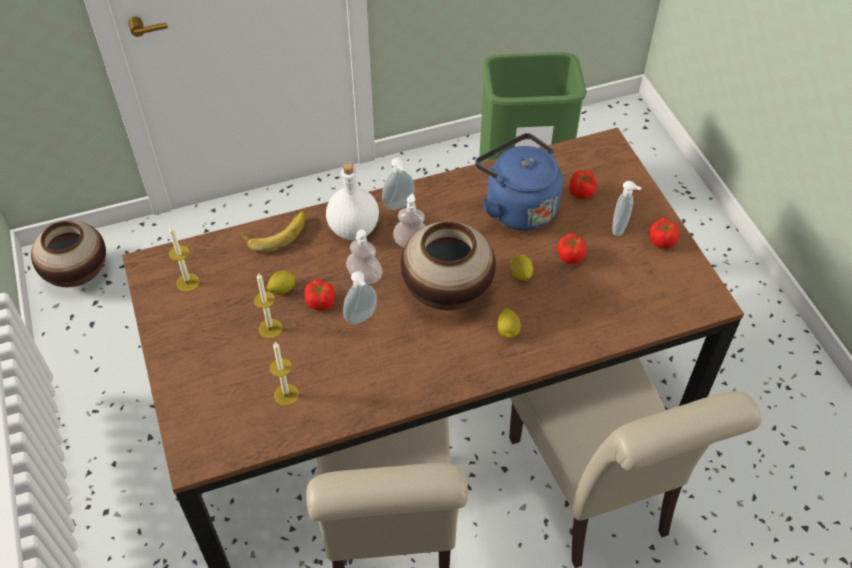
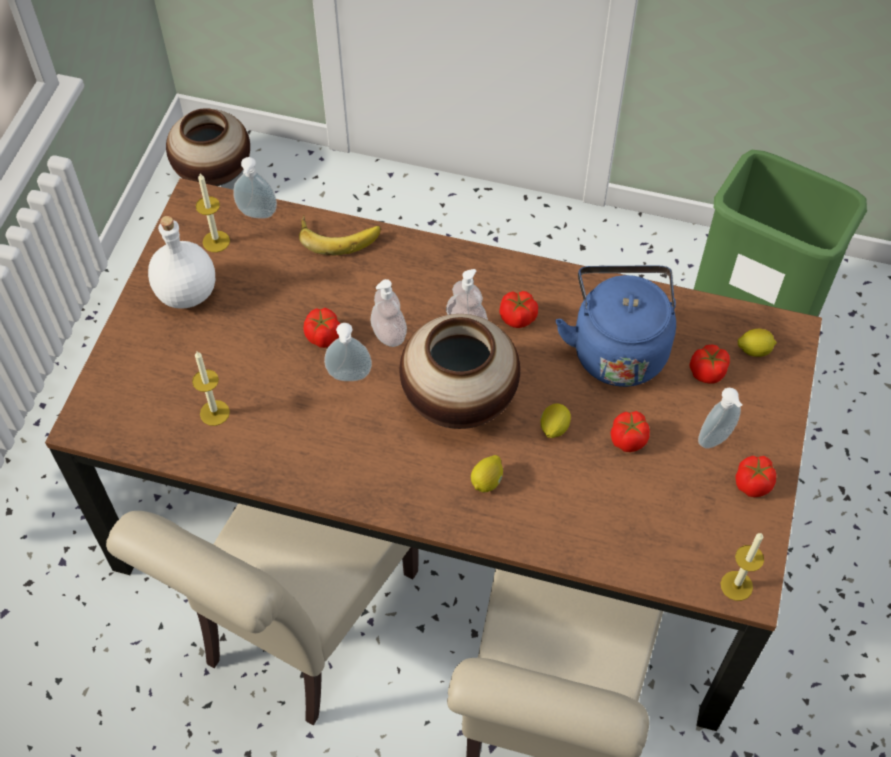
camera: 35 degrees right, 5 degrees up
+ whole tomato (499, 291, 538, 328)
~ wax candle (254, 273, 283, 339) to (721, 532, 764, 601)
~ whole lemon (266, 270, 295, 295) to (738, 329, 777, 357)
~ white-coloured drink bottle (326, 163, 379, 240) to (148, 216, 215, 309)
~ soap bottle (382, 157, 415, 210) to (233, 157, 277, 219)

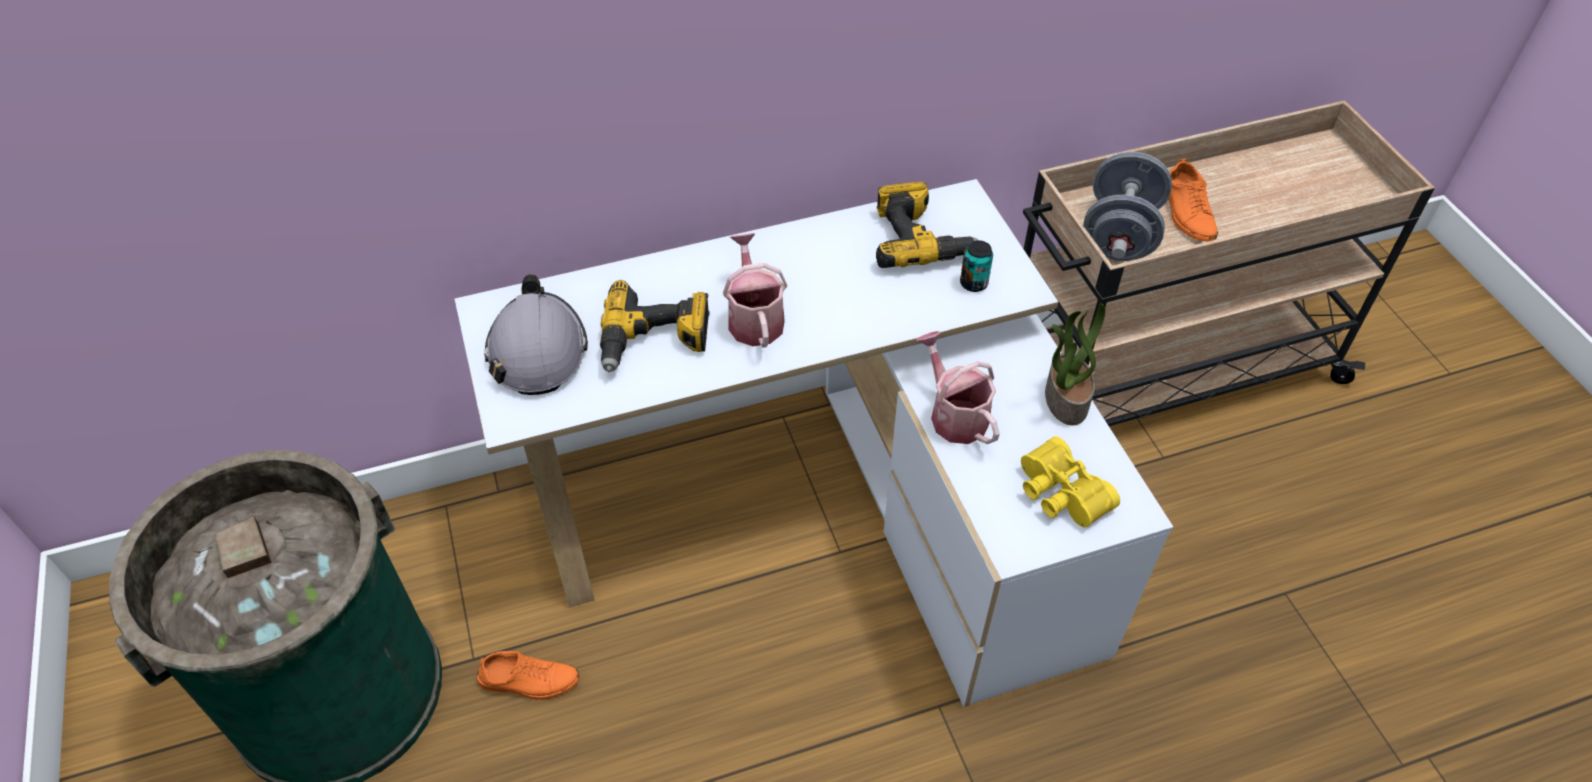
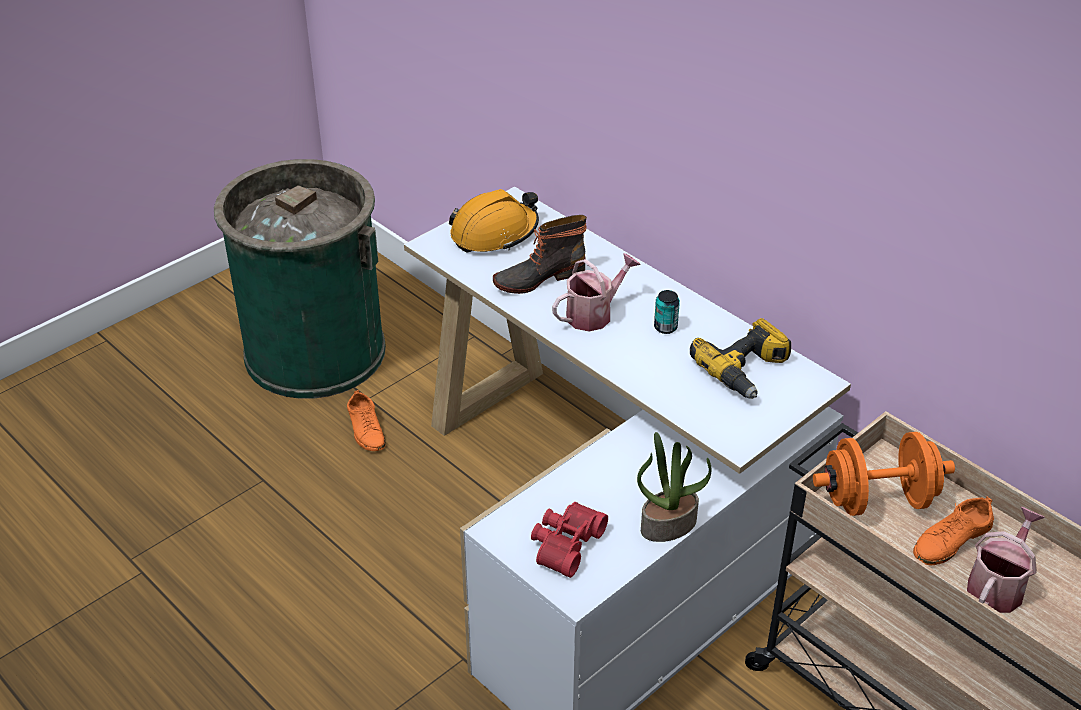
camera: 65 degrees right, 10 degrees down
~ watering pot (916, 331, 1000, 444) to (967, 507, 1045, 613)
~ metal can (960, 240, 993, 292) to (654, 290, 680, 334)
~ drill (600, 280, 710, 372) to high-top boot (493, 215, 587, 294)
~ grey hard hat (484, 274, 588, 395) to orangey hard hat (449, 189, 539, 253)
~ yellow-coloured binoculars (1021, 436, 1120, 528) to red binoculars (531, 502, 608, 578)
~ grey free weight (1083, 152, 1172, 261) to orangey free weight (813, 432, 955, 516)

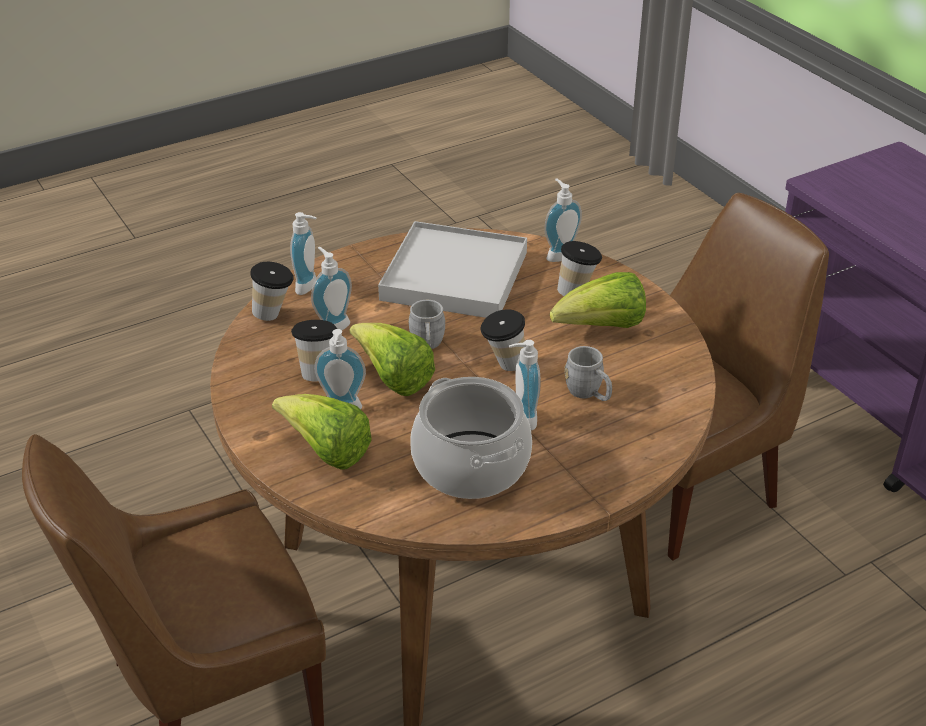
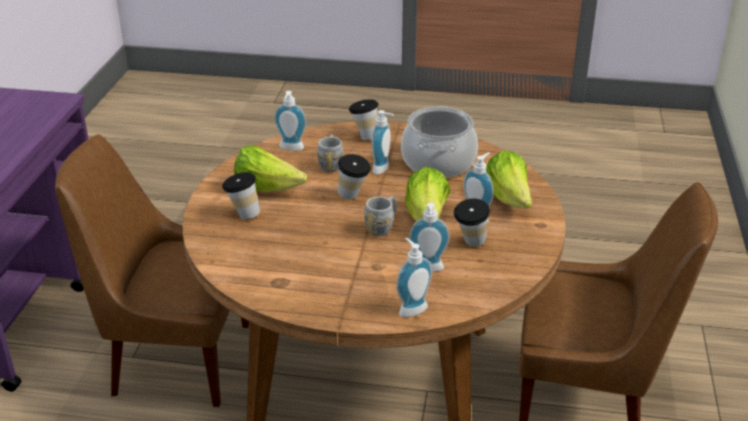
camera: 140 degrees left, 5 degrees down
- white-coloured serving tray (378, 221, 527, 318)
~ cup (250, 262, 294, 321) to (349, 99, 378, 140)
~ soap bottle (544, 178, 582, 262) to (274, 91, 306, 151)

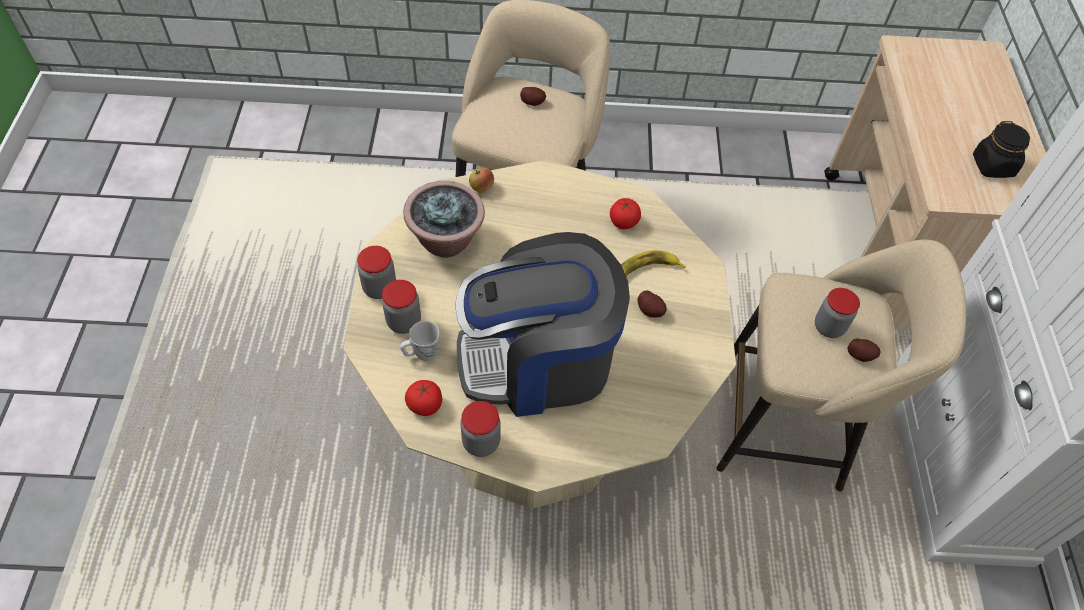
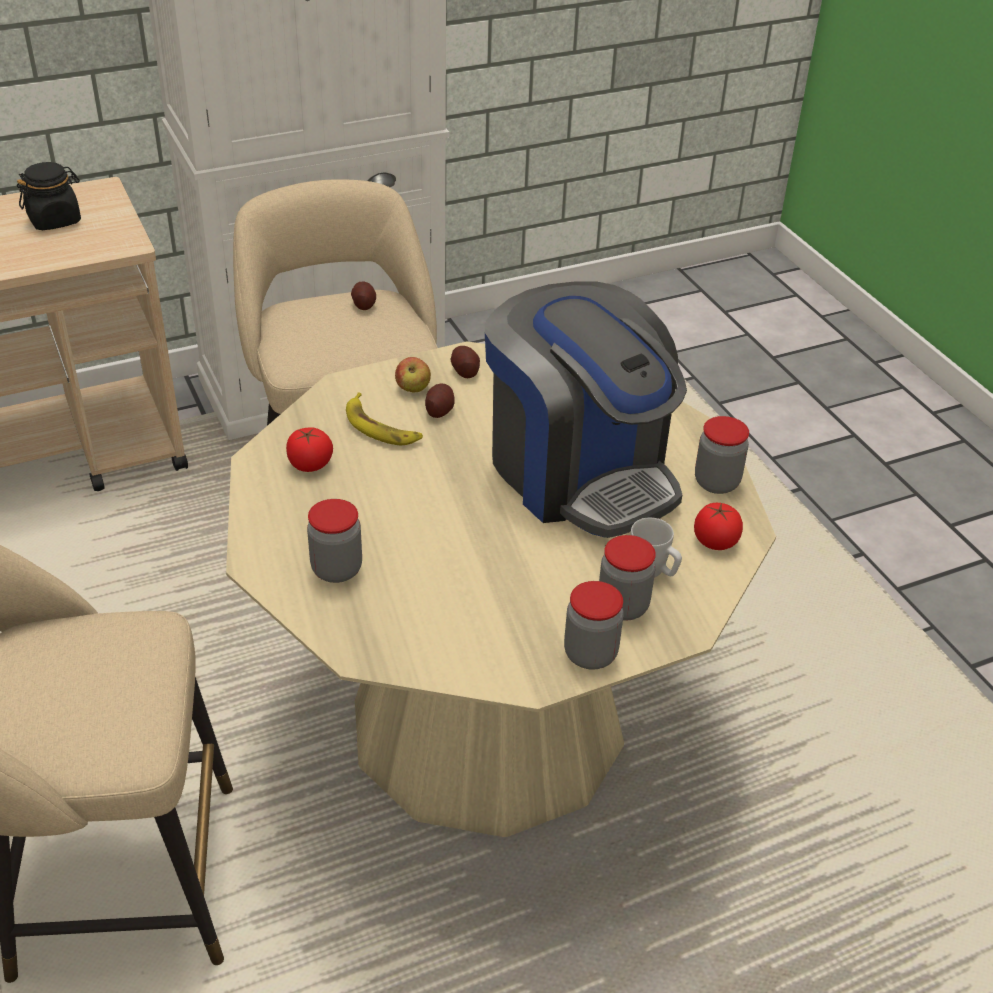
camera: 115 degrees left, 15 degrees down
- plant in a pot (403, 181, 485, 258)
~ whole apple (469, 167, 494, 193) to (395, 357, 431, 392)
~ whole potato (520, 87, 546, 106) to (450, 346, 480, 378)
~ storage jar (815, 288, 860, 338) to (307, 499, 362, 583)

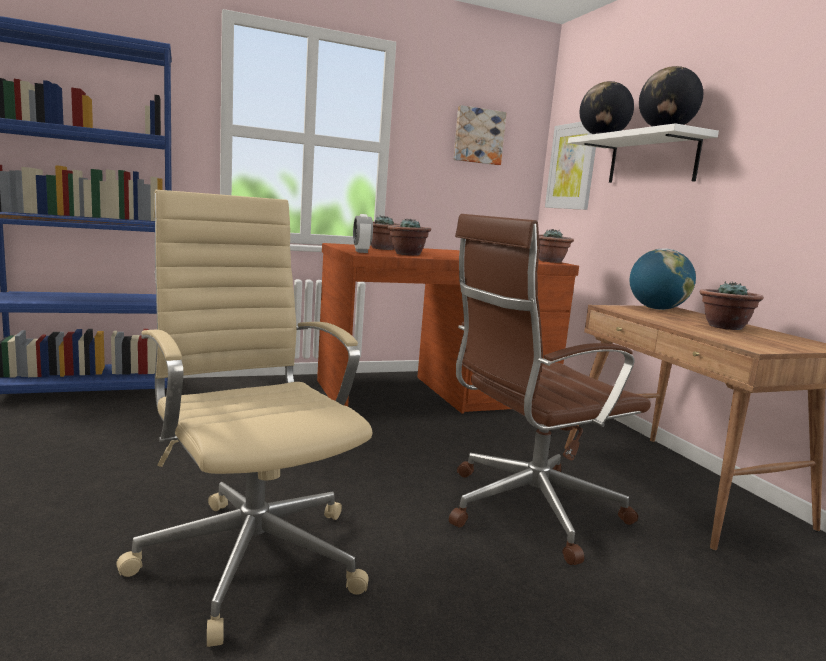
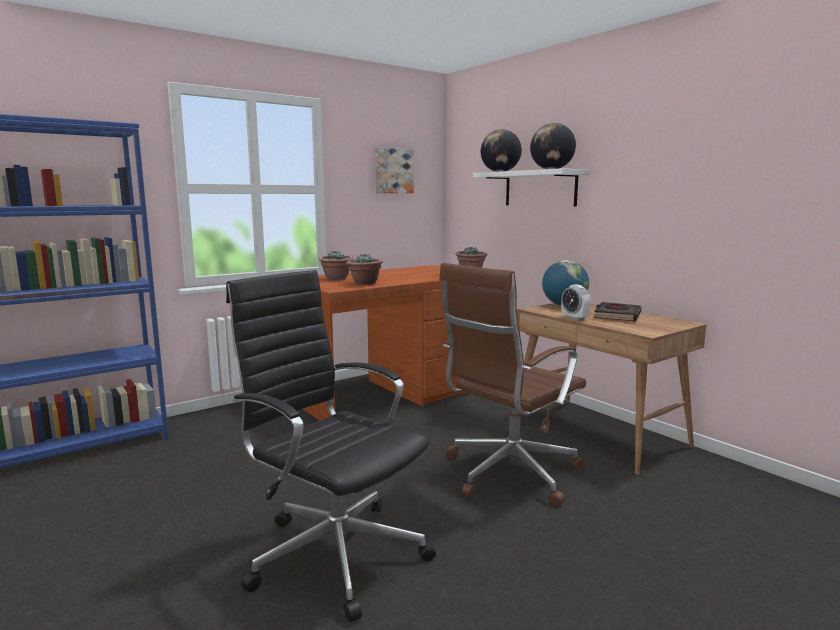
camera: 15 degrees left, 0 degrees up
- wall picture (545, 122, 596, 210)
~ table clock (353, 214, 373, 253) to (561, 284, 591, 321)
~ plant in a pot (700, 281, 764, 330) to black-coloured book (594, 302, 642, 322)
~ sand-coloured computer chair (116, 190, 372, 647) to black-coloured computer chair (226, 270, 436, 622)

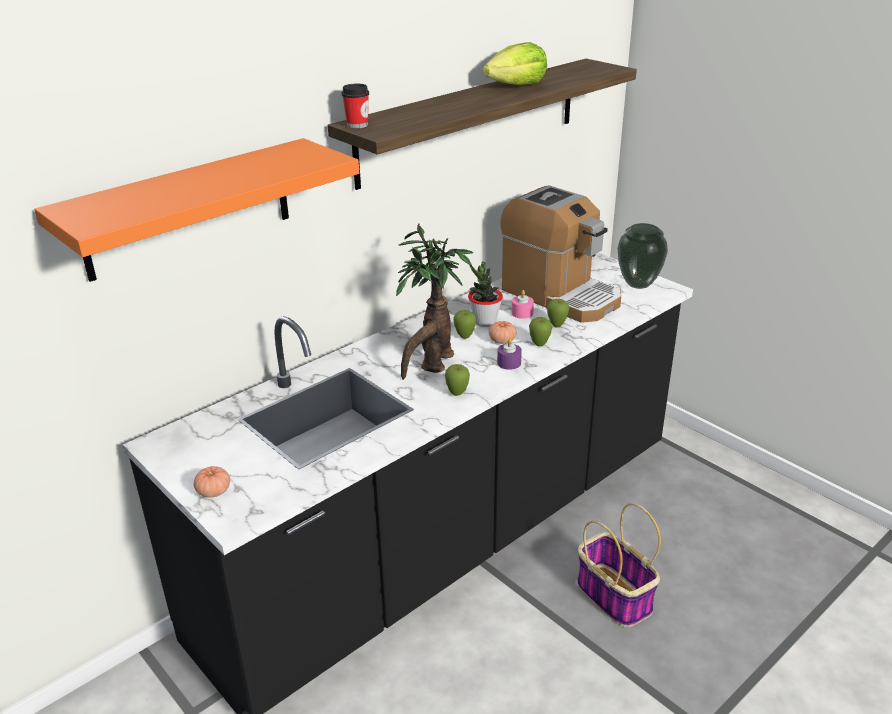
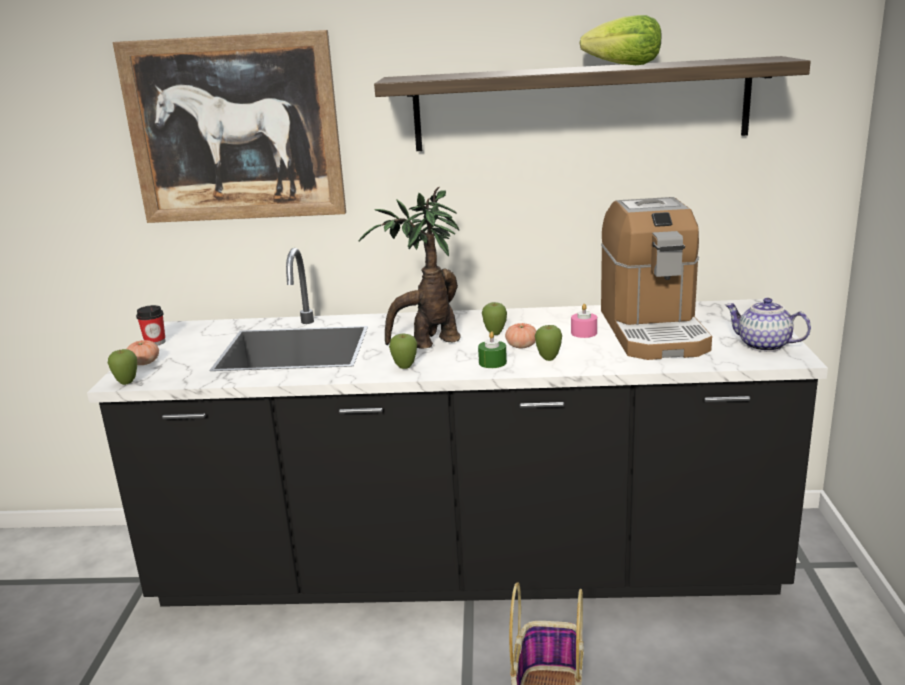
camera: 45 degrees right, 10 degrees down
- plant in a pot (468, 262, 503, 327)
~ cup (342, 84, 369, 128) to (136, 305, 166, 346)
~ whole apple (547, 299, 569, 327) to (108, 349, 137, 385)
~ orangey shelf (34, 138, 359, 282) to wall picture (113, 30, 346, 223)
~ vase (617, 223, 668, 289) to teapot (725, 298, 811, 352)
~ purplish wax candle (497, 338, 522, 370) to green wax candle (478, 332, 507, 368)

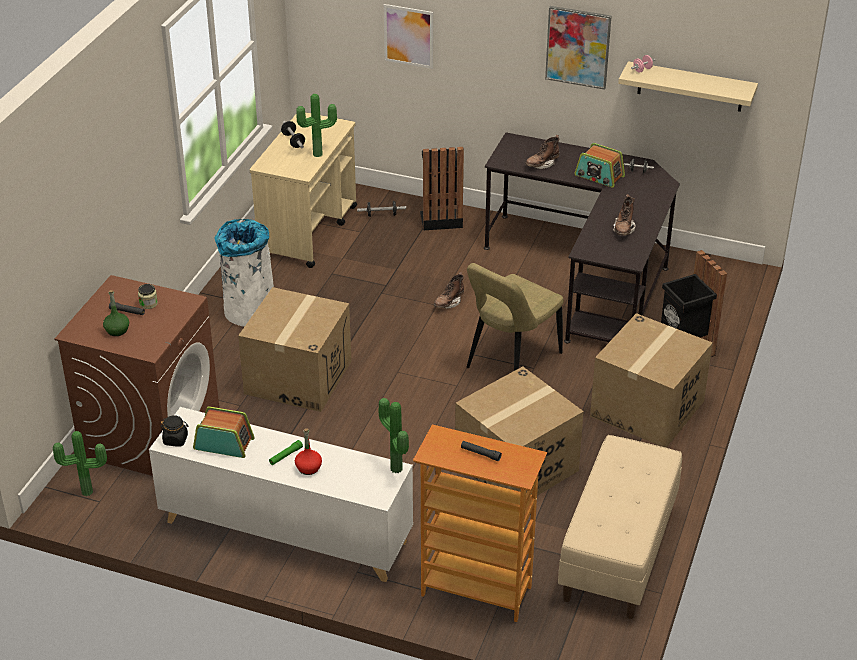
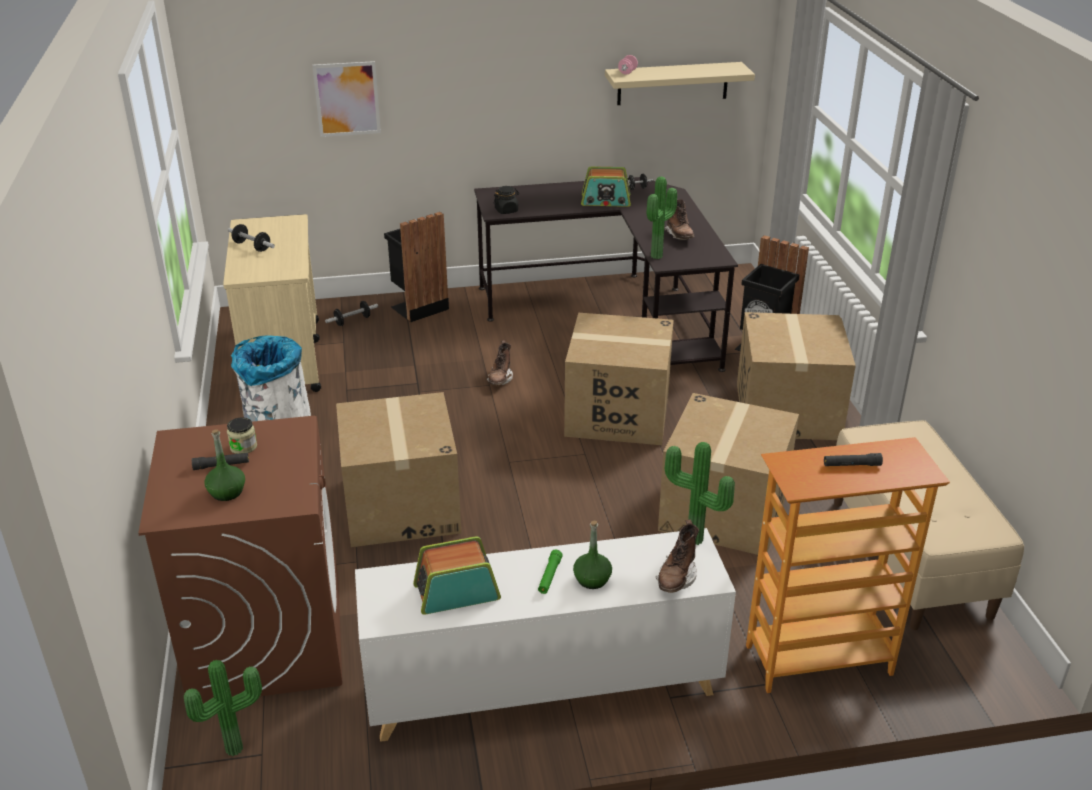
camera: 30 degrees left, 5 degrees down
- wall picture (545, 6, 612, 90)
~ black-coloured storage jar (160, 415, 189, 447) to (494, 186, 519, 214)
~ plant in a pot (296, 94, 337, 157) to (647, 176, 677, 259)
~ brown high-top boot (525, 135, 559, 169) to (656, 519, 699, 593)
~ sand-coloured upright chair (466, 263, 564, 371) to cardboard box (564, 313, 674, 445)
~ red drink bottle (295, 428, 322, 475) to green drink bottle (573, 520, 612, 589)

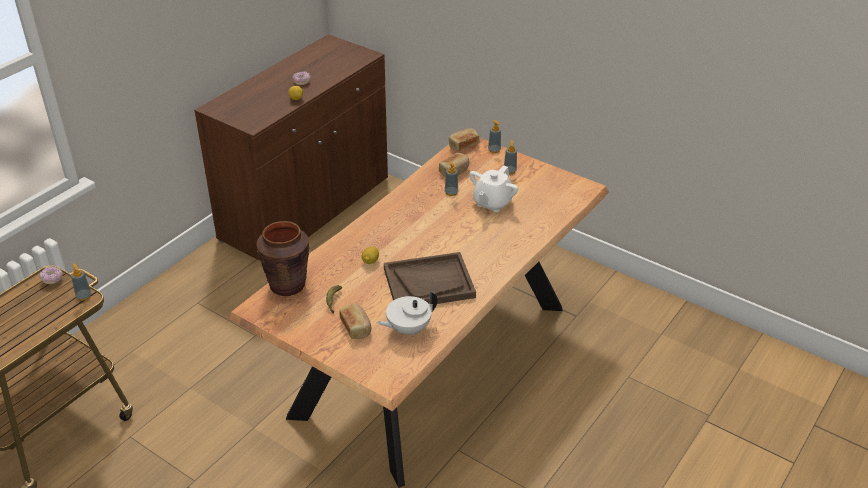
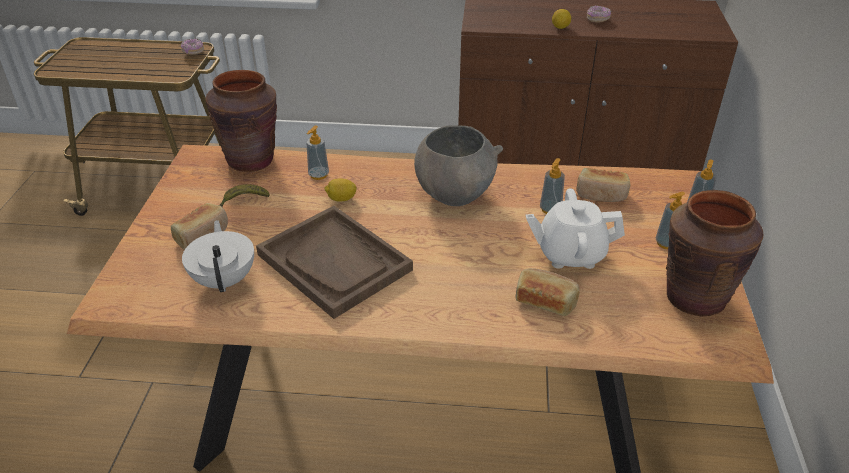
camera: 60 degrees right, 0 degrees up
+ grey deep dish (414, 125, 503, 206)
+ brown vase (666, 190, 763, 316)
~ soap bottle (71, 264, 91, 300) to (306, 126, 329, 180)
~ bread (449, 128, 479, 151) to (516, 268, 580, 316)
~ white-coloured teapot (377, 291, 437, 335) = (182, 220, 254, 292) 45 degrees clockwise

